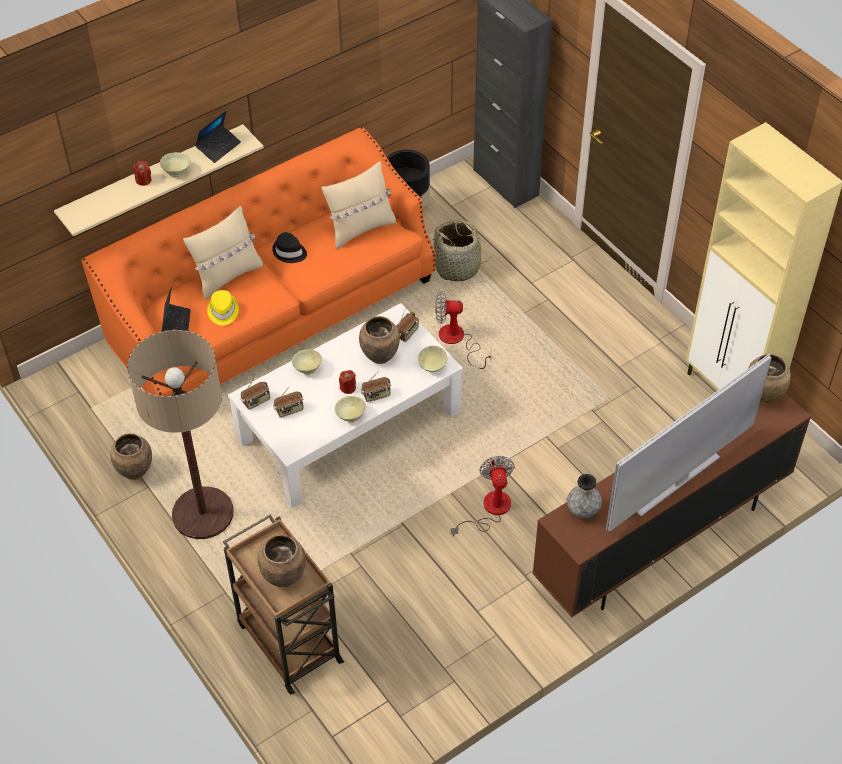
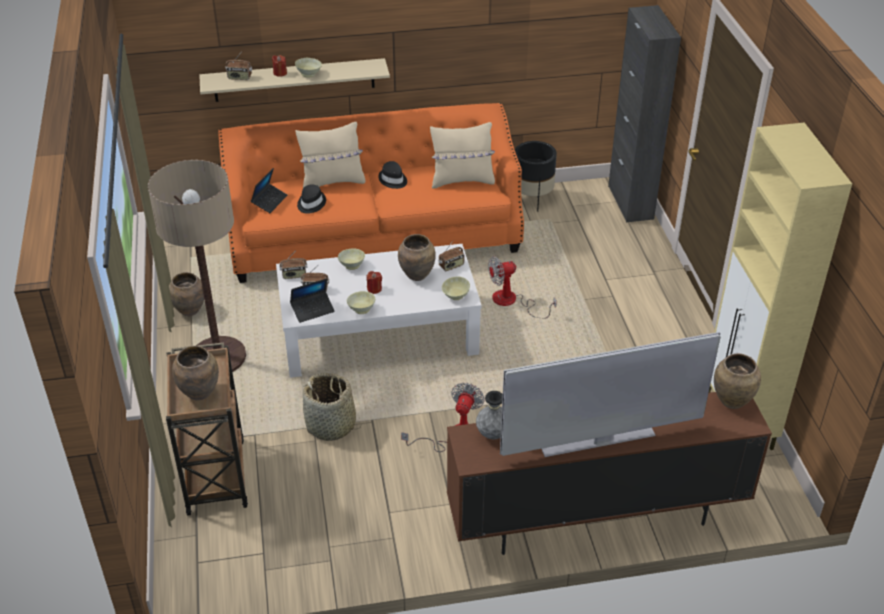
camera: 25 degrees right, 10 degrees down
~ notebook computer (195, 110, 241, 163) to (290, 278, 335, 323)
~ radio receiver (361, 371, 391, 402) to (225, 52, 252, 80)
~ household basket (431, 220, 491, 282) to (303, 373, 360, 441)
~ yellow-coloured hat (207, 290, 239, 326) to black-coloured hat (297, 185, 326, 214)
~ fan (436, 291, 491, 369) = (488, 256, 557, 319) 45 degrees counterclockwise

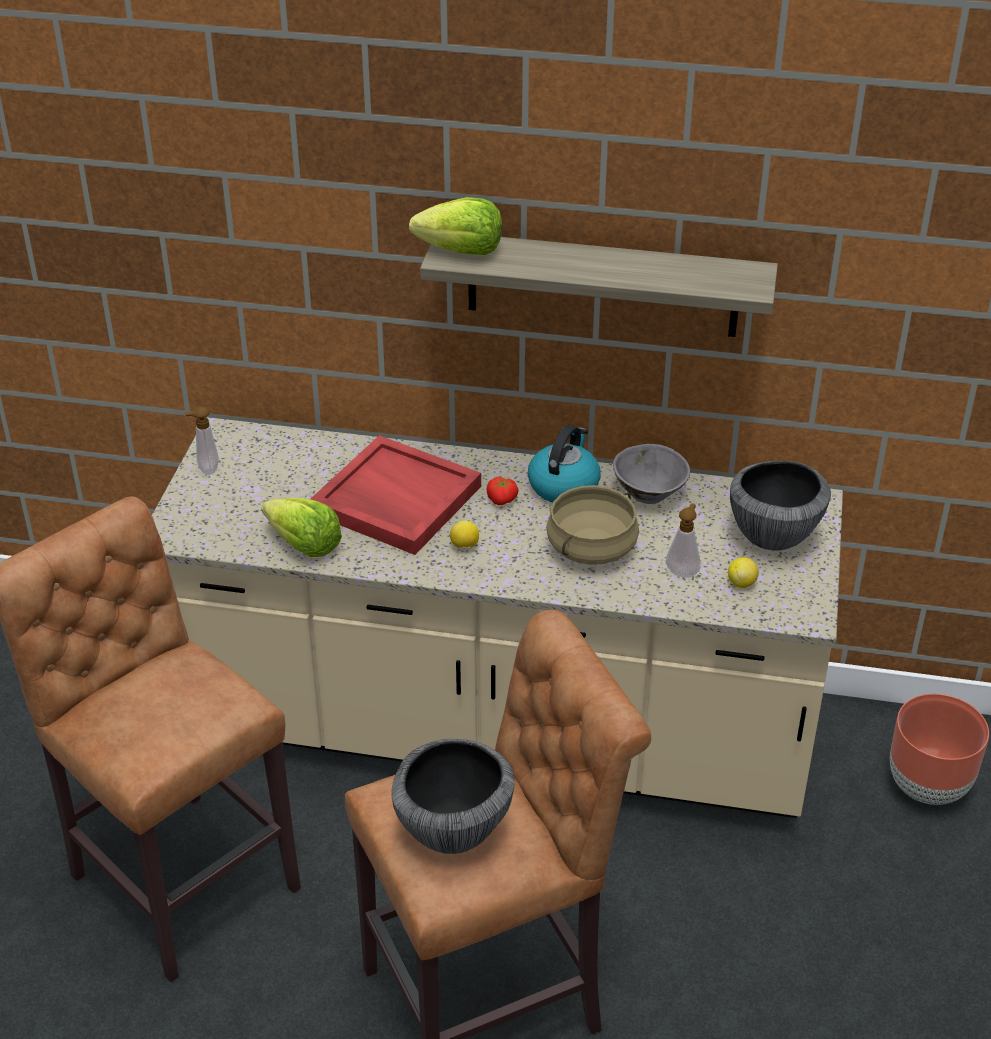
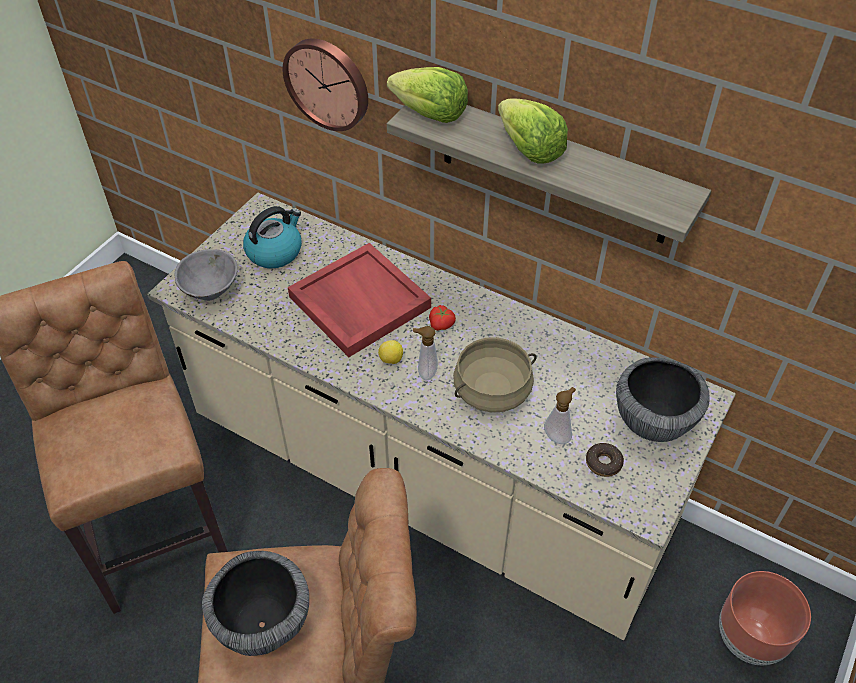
camera: 20 degrees right, 10 degrees up
+ wall clock (283, 39, 368, 131)
~ soap bottle (184, 407, 219, 475) to (413, 326, 438, 380)
~ head of lettuce (262, 498, 342, 557) to (498, 99, 568, 163)
~ kettle (528, 425, 601, 502) to (243, 206, 302, 269)
~ grey deep dish (613, 444, 690, 504) to (175, 249, 238, 301)
~ whole lemon (728, 557, 759, 588) to ring doughnut (586, 443, 624, 477)

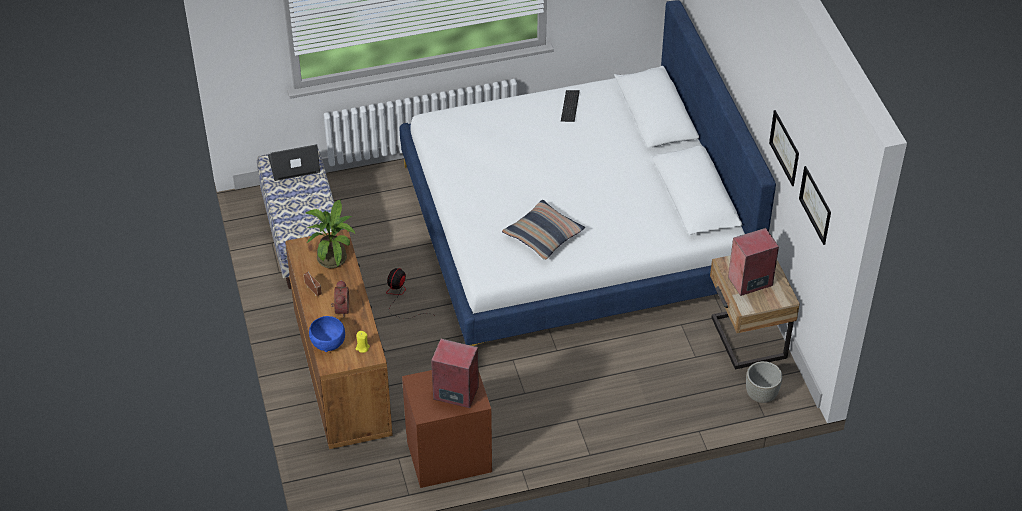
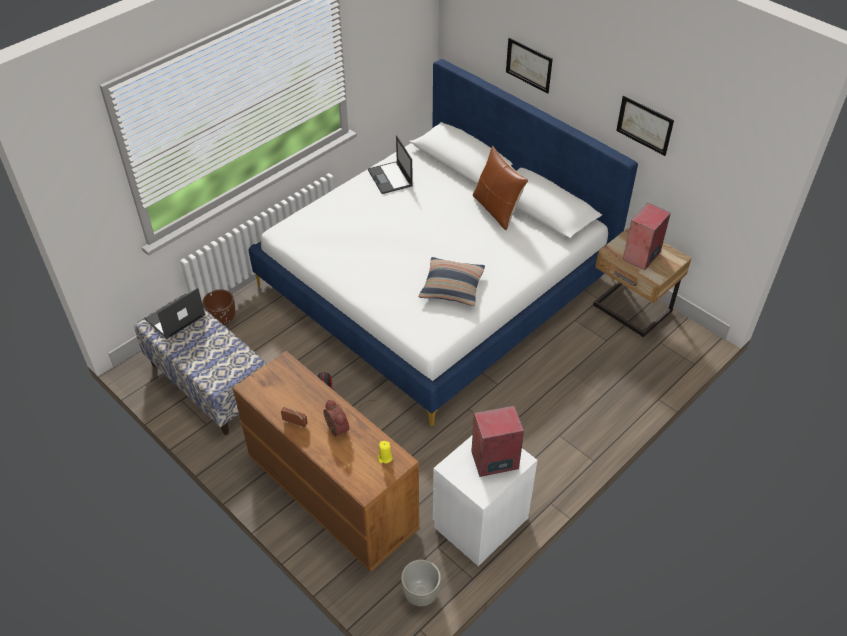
camera: 30 degrees left, 0 degrees up
- plant in a pot (306, 199, 355, 268)
- blue-coloured deep dish (309, 316, 345, 352)
+ brown planter (202, 289, 235, 325)
+ brown pillow (473, 146, 528, 230)
~ grey planter (746, 361, 782, 403) to (401, 559, 441, 606)
~ wall picture (799, 166, 831, 245) to (506, 38, 553, 94)
~ keyboard (561, 90, 580, 122) to notebook computer (368, 135, 413, 194)
~ brown night table (402, 370, 492, 488) to white-coloured night table (433, 436, 538, 566)

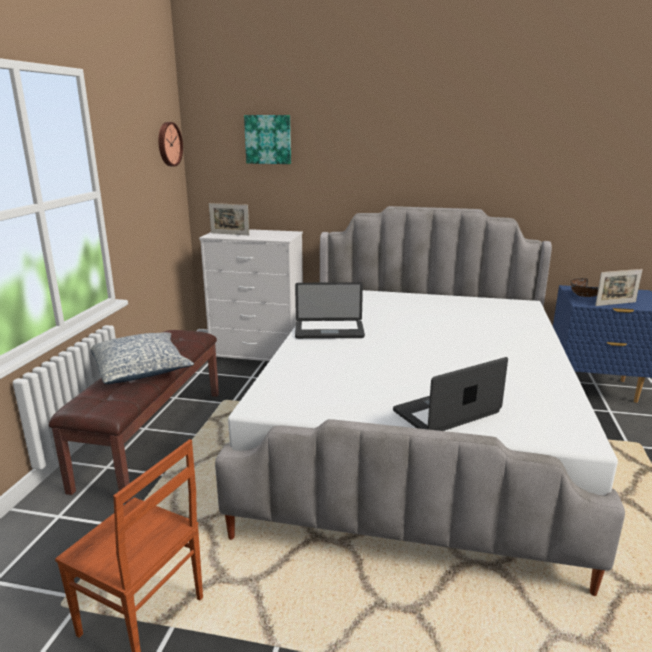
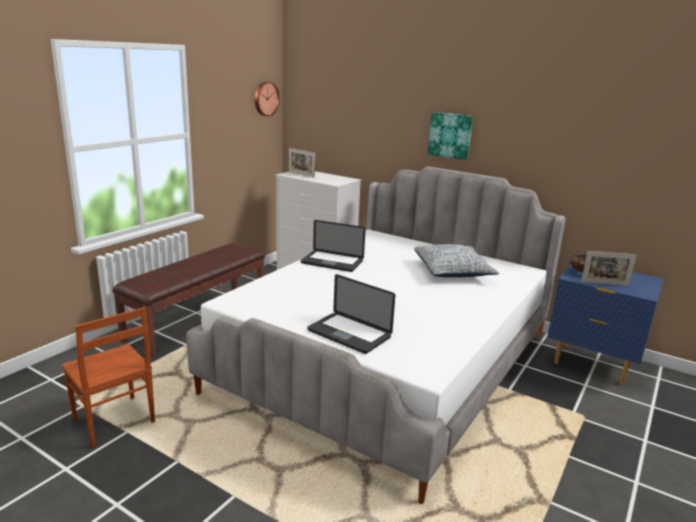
camera: 20 degrees right, 0 degrees up
~ pillow (91, 332, 194, 384) to (415, 244, 499, 277)
~ wall picture (244, 115, 291, 164) to (428, 112, 473, 160)
~ notebook computer (393, 357, 508, 431) = (307, 274, 395, 354) 135 degrees counterclockwise

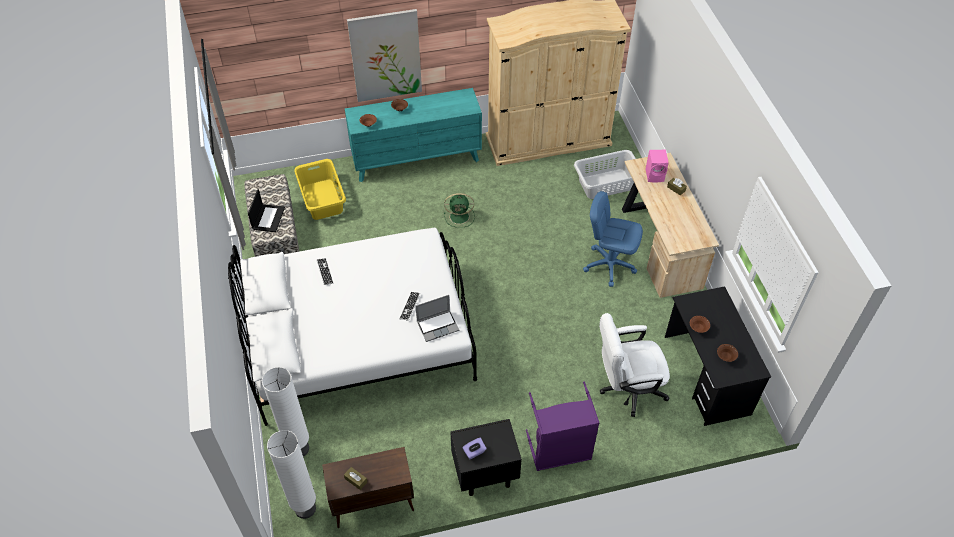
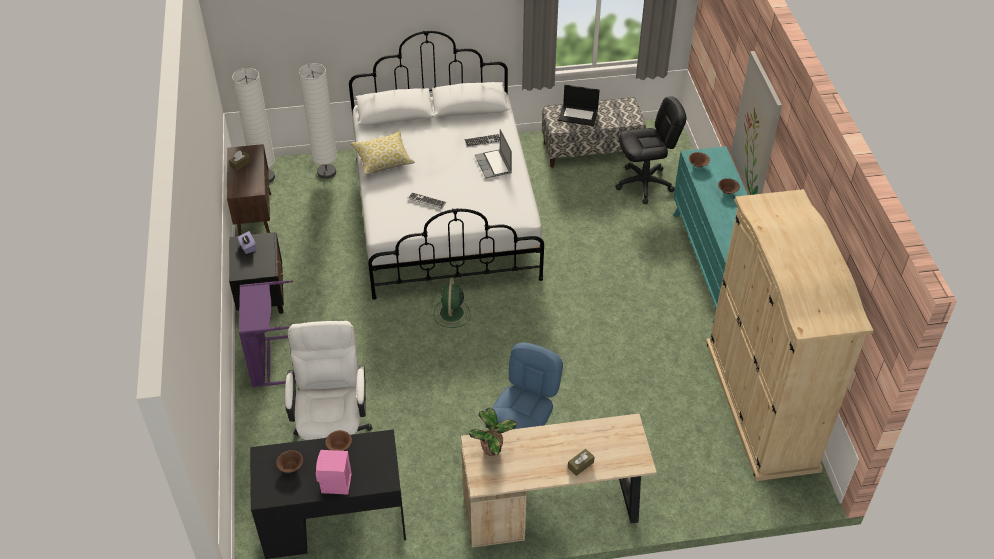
camera: 95 degrees right, 5 degrees down
- grey hamper (574, 150, 636, 199)
+ pillow (350, 131, 415, 175)
+ plant in a pot (469, 408, 517, 456)
~ notebook computer (416, 295, 459, 342) to (475, 129, 512, 179)
~ green fan (444, 193, 475, 228) to (434, 278, 471, 328)
~ pink loudspeaker (645, 150, 669, 182) to (316, 450, 352, 495)
~ yellow-coloured hamper (294, 159, 346, 220) to black-coloured computer chair (615, 96, 686, 204)

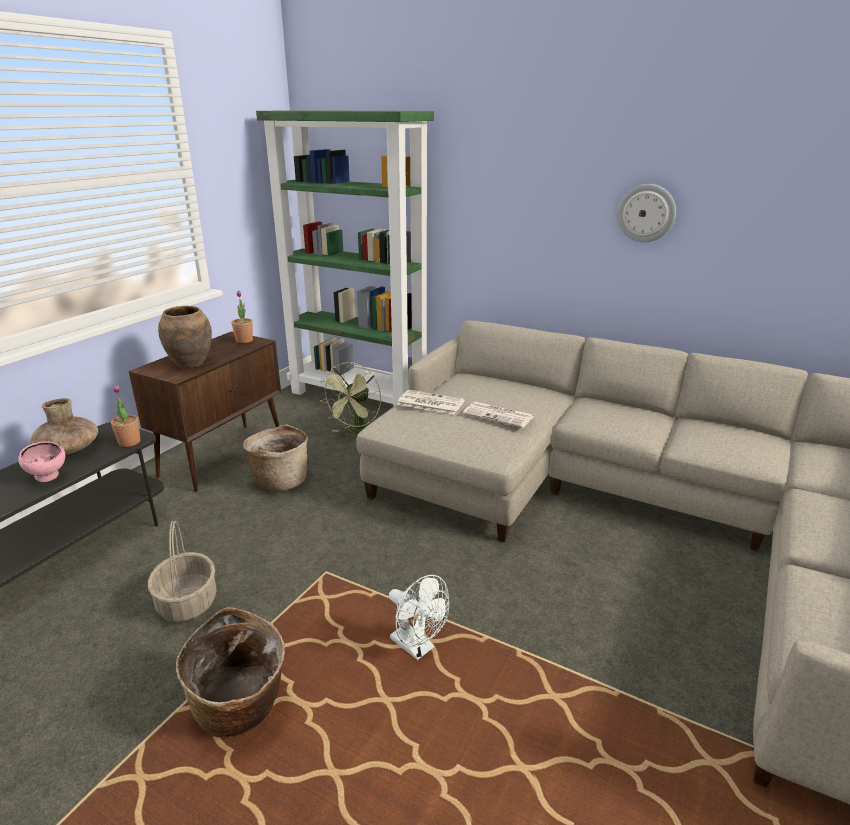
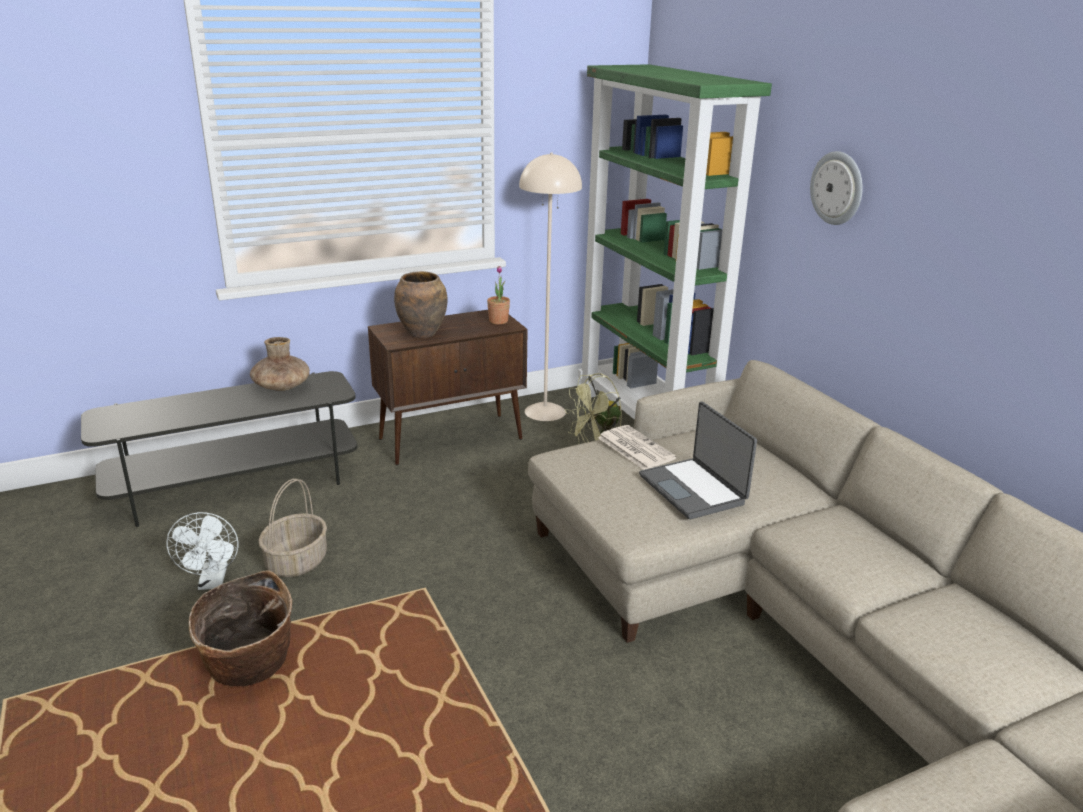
camera: 35 degrees right, 0 degrees up
- pink deep dish (18, 441, 65, 482)
- plant in a pot (111, 385, 141, 447)
- household basket (243, 424, 308, 490)
+ sand-coloured standard lamp (519, 153, 582, 421)
~ white-coloured fan (389, 575, 449, 660) to (167, 512, 238, 590)
~ wall clock (617, 184, 676, 242) to (810, 151, 863, 225)
~ printed paper (463, 402, 534, 428) to notebook computer (639, 402, 757, 519)

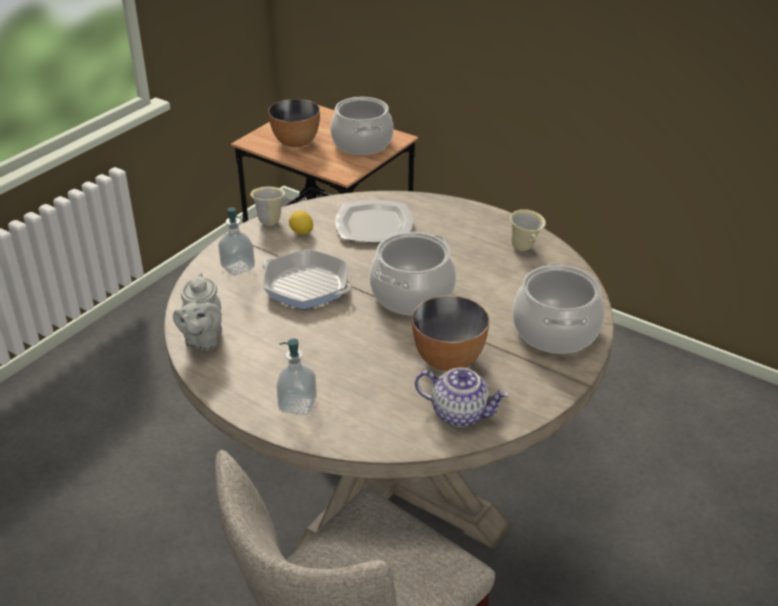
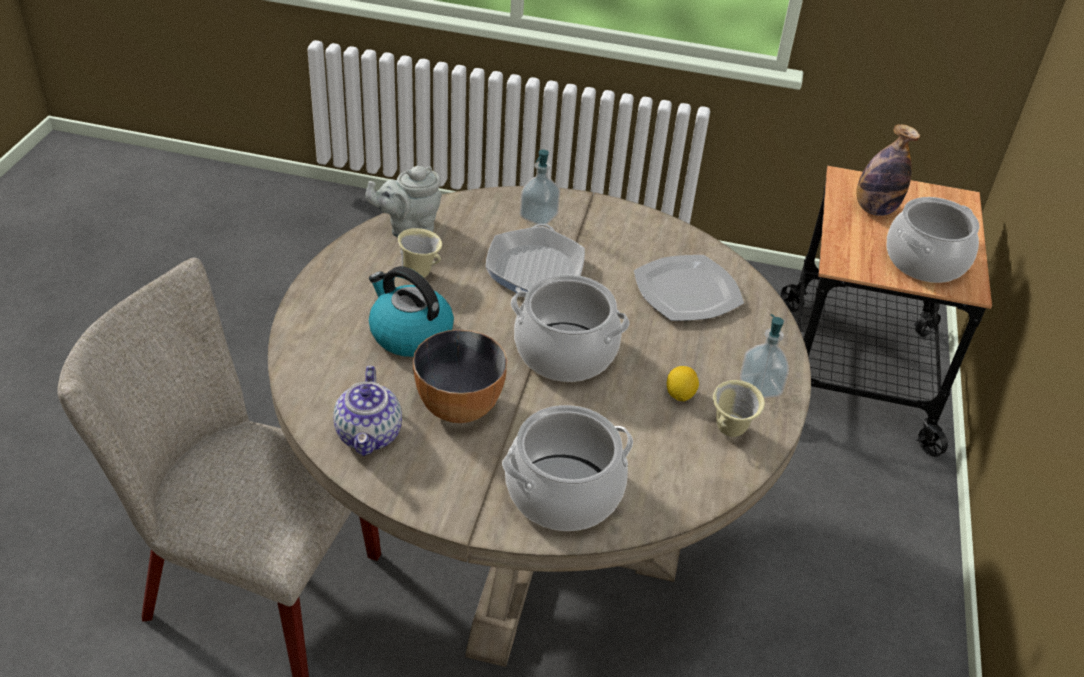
camera: 65 degrees right, 5 degrees up
+ kettle (369, 266, 454, 357)
~ sand-coloured coffee mug (250, 187, 285, 225) to (398, 228, 442, 278)
~ soap bottle (276, 339, 317, 415) to (740, 314, 789, 398)
~ whole lemon (289, 210, 313, 235) to (667, 366, 699, 401)
~ deep dish (268, 99, 320, 147) to drink bottle (856, 124, 920, 216)

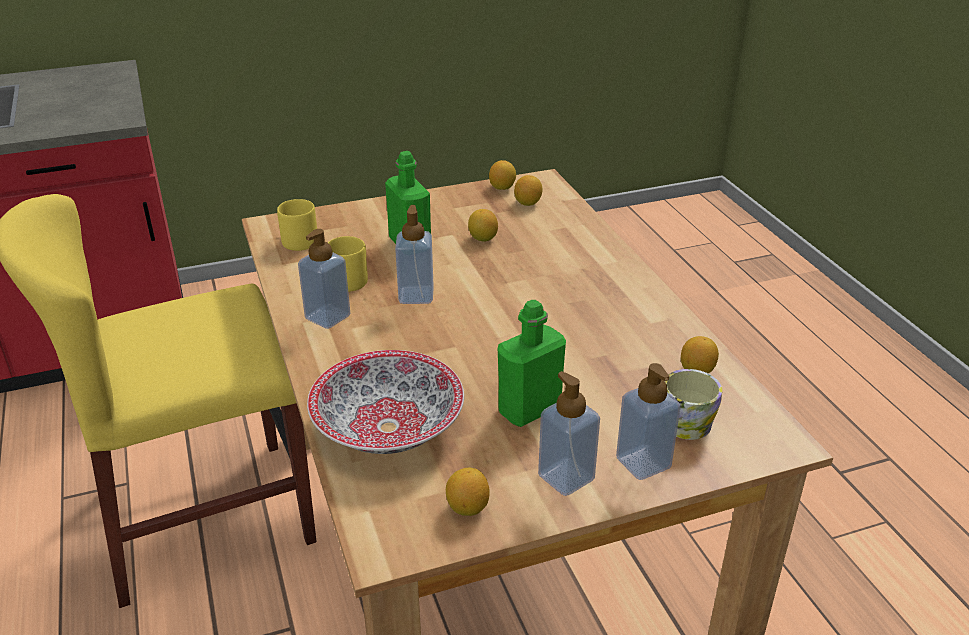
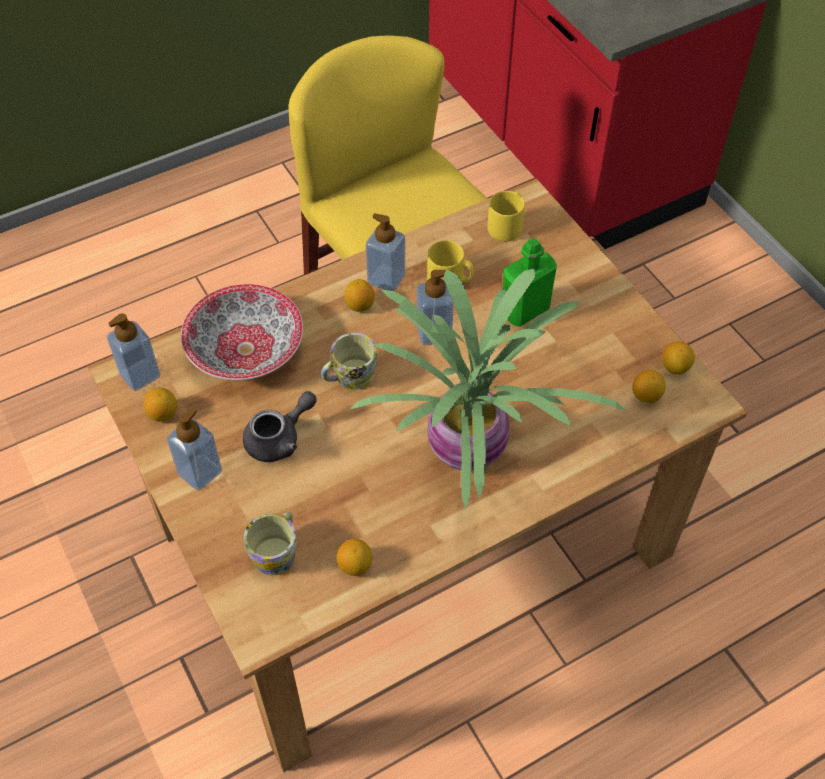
camera: 80 degrees right, 20 degrees up
+ coffee mug (321, 333, 377, 389)
+ plant in a pot (349, 268, 628, 511)
~ whole lemon (468, 209, 498, 242) to (344, 279, 375, 312)
~ soap bottle (616, 363, 681, 480) to (107, 313, 161, 391)
~ green drink bottle (498, 300, 566, 427) to grey teapot (243, 391, 317, 462)

